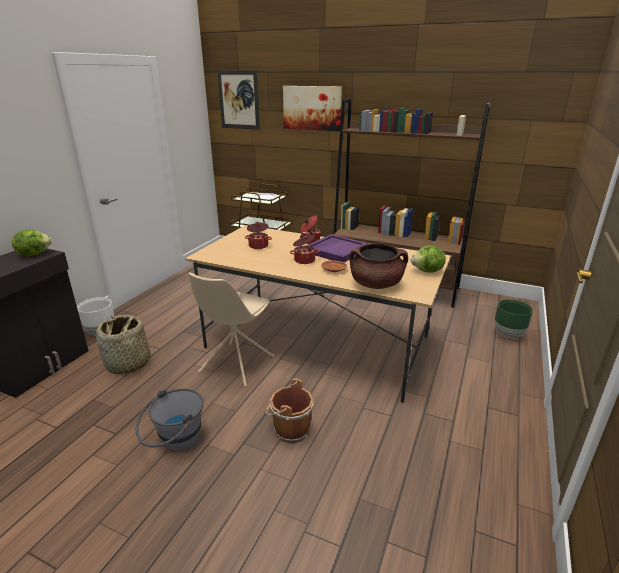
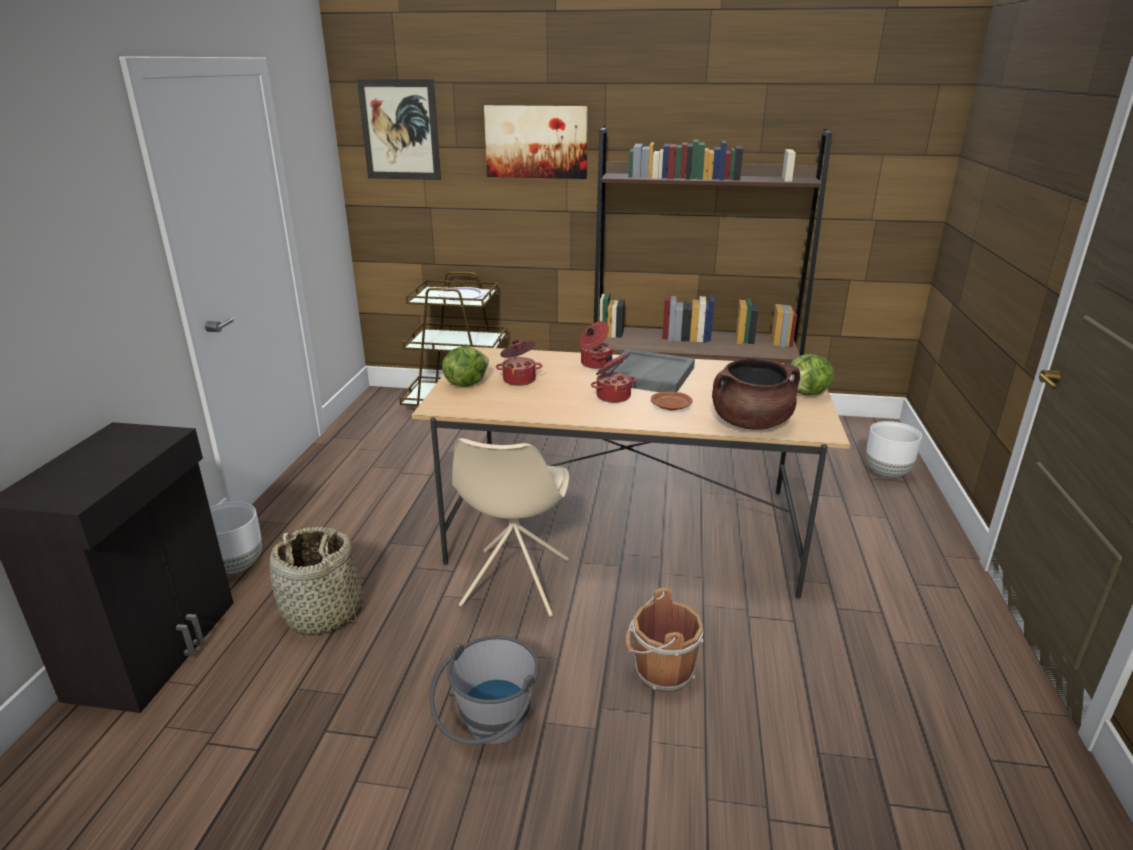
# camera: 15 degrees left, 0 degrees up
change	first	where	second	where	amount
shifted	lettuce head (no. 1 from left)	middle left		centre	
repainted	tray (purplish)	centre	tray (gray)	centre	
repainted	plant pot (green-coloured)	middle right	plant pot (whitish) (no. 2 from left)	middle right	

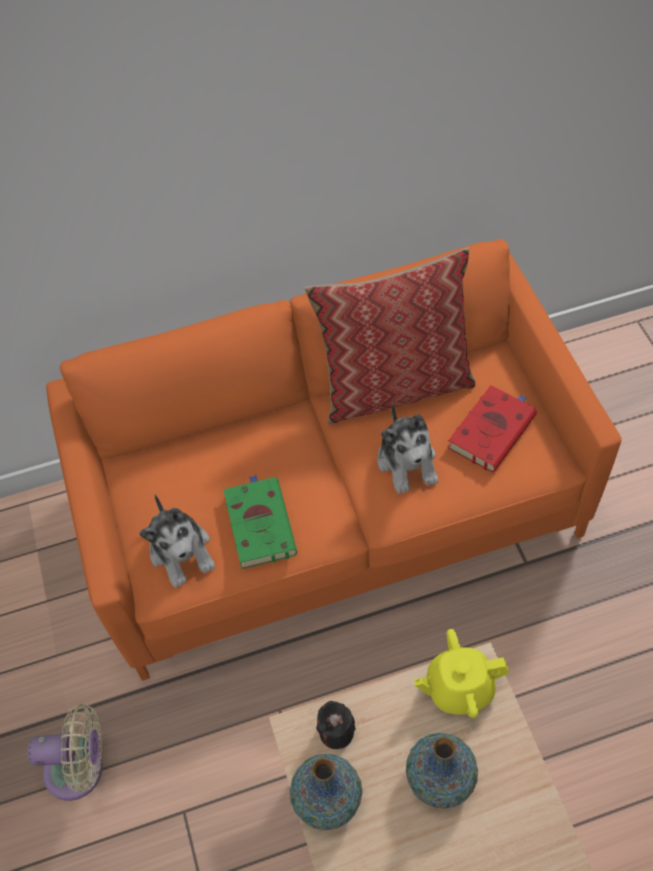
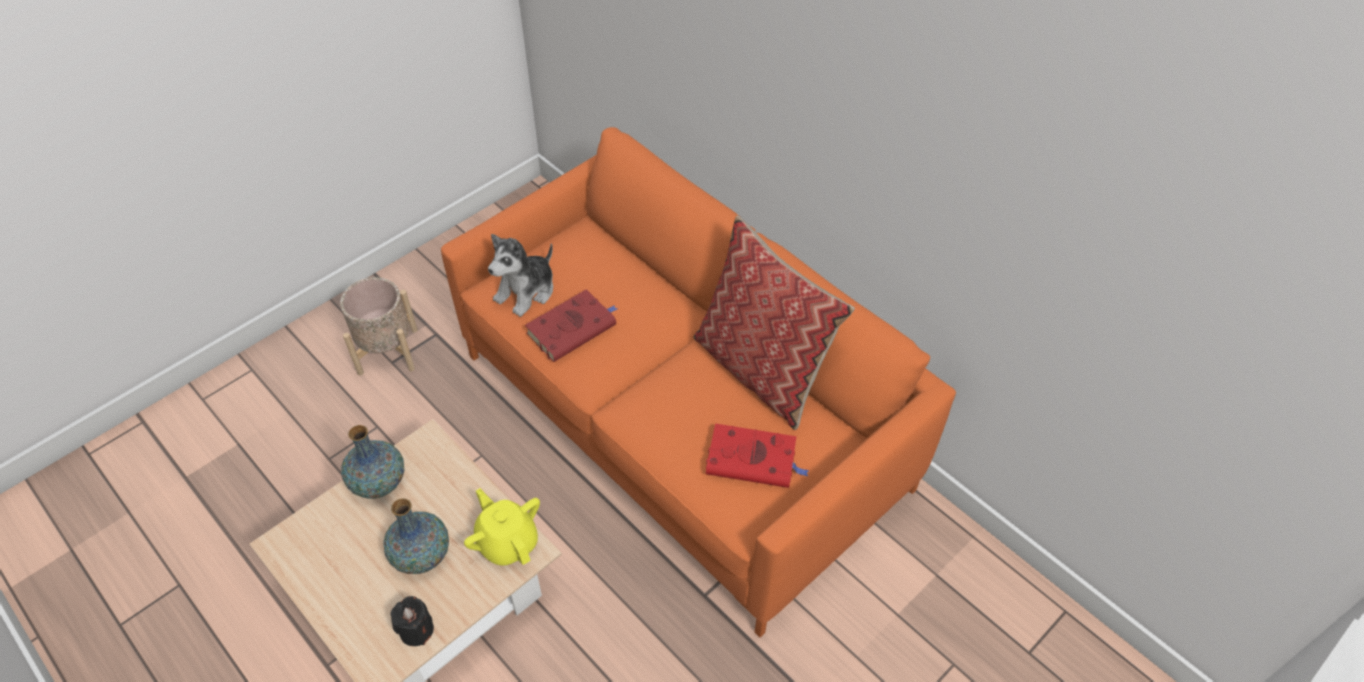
# camera: 60 degrees right, 5 degrees down
change	first	where	second	where	amount
gone	plush toy (no. 2 from left)	centre			
repainted	volume (green-coloured)	centre	volume (reddish) (no. 1 from left)	centre	
shifted	wax candle (black-coloured)	bottom centre		bottom left	
swapped	electric fan (beige-coloured)	bottom left	plant pot (beige-coloured)	middle left	

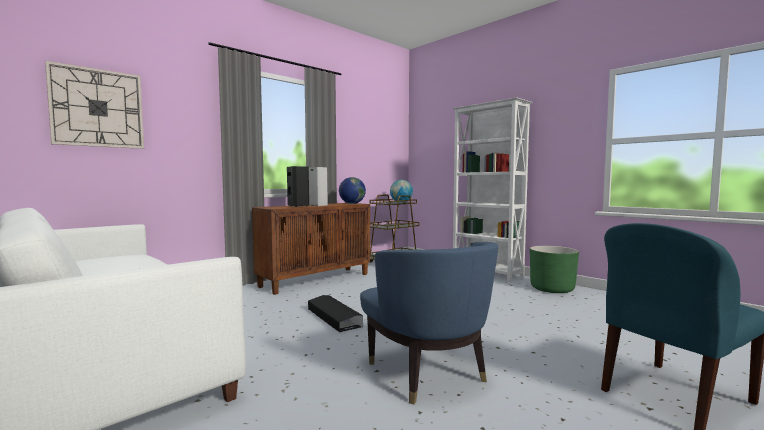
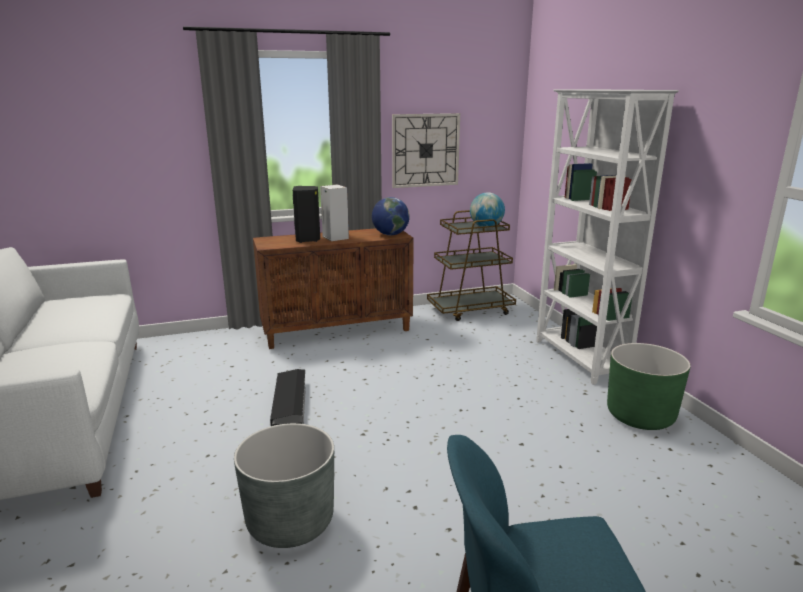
# camera: 25 degrees right, 15 degrees up
change	first	where	second	where	amount
shifted	hanging clock	top left		top centre	
swapped	easy chair (bluish)	bottom centre	plant pot (gray)	bottom centre	

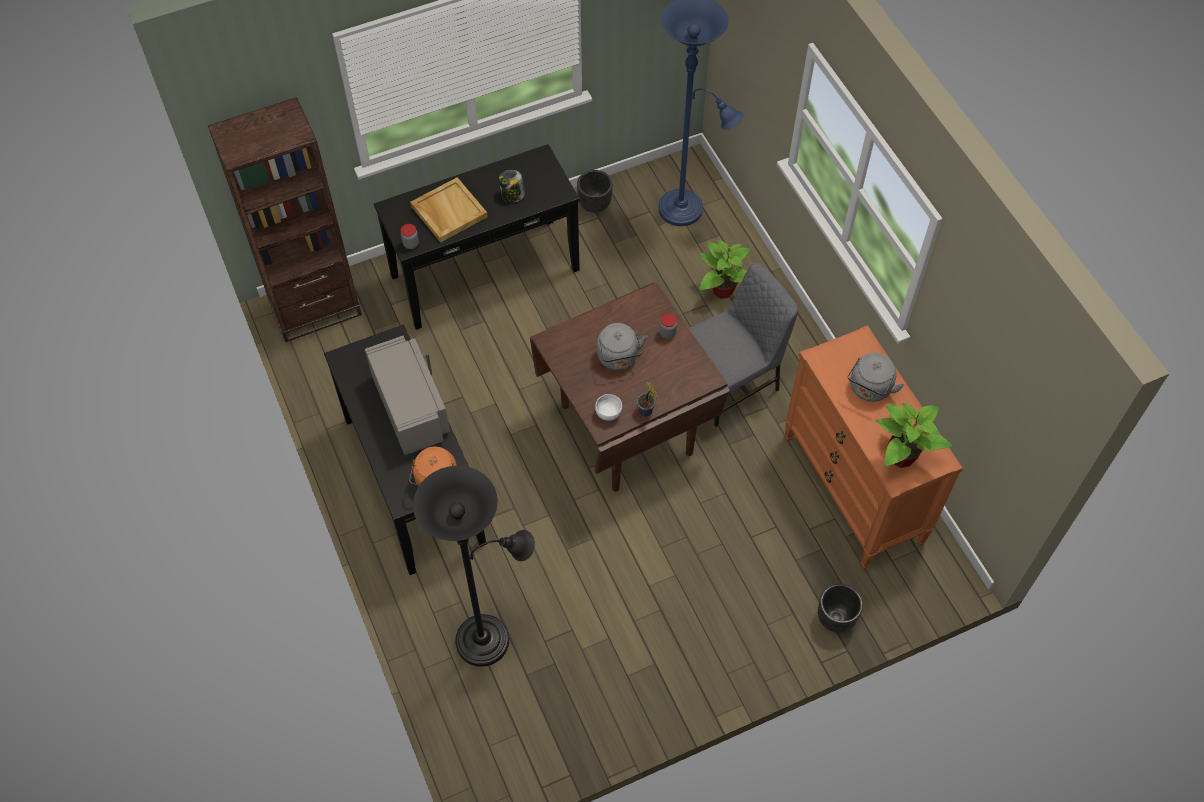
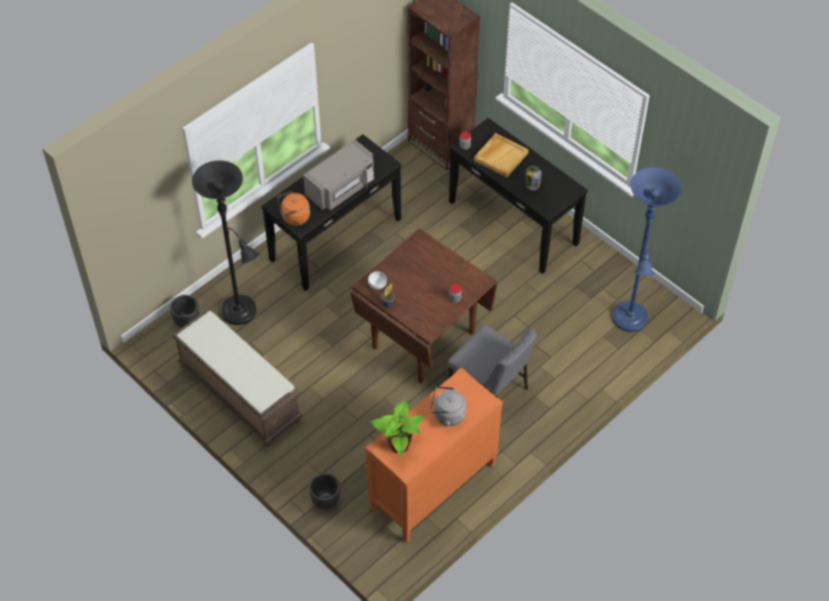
# camera: 70 degrees right, 5 degrees down
change	first	where	second	where	amount
shifted	plant pot (black-coloured) (no. 1 from left)	top centre		middle left	
gone	potted plant (no. 2 from left)	centre			
gone	tea kettle (gray) (no. 1 from left)	centre			
new			indoor bench (brown-coloured)	middle left	

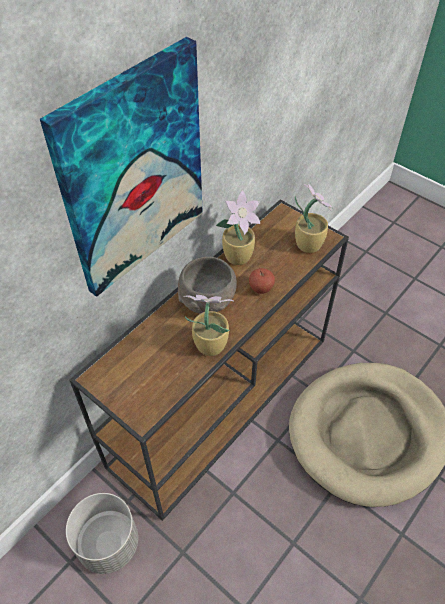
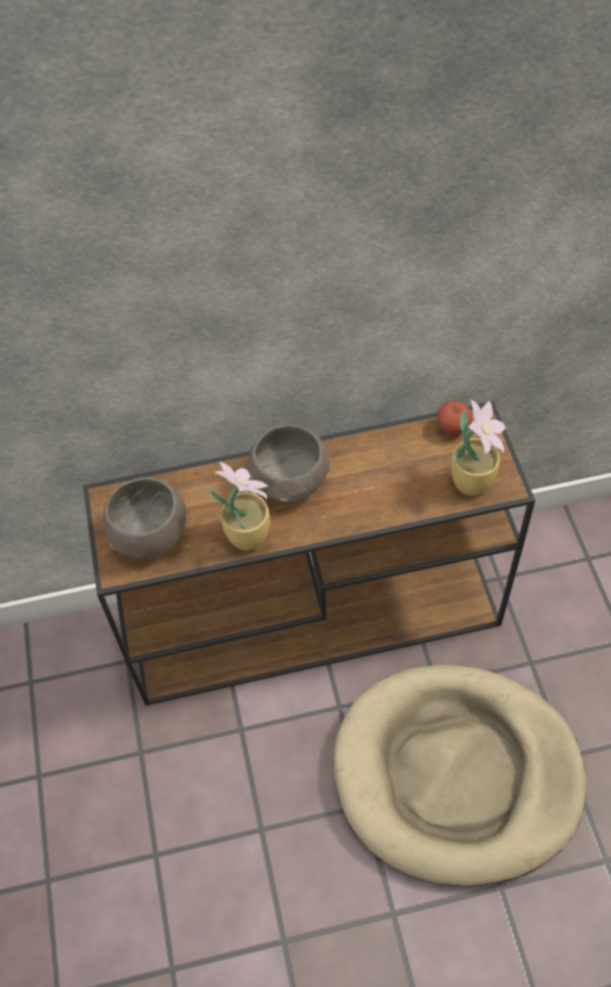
# camera: 40 degrees right, 5 degrees up
change	first	where	second	where	amount
gone	wall art	top left			
gone	potted plant (no. 2 from left)	centre			
shifted	apple fruit	centre		middle right	
gone	plant pot (gray)	bottom left			
new			serving bowl (gray) (no. 1 from left)	middle left	

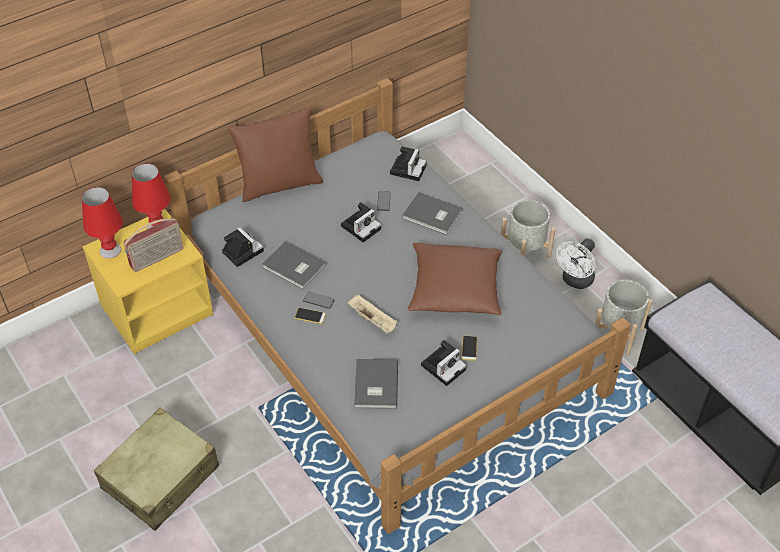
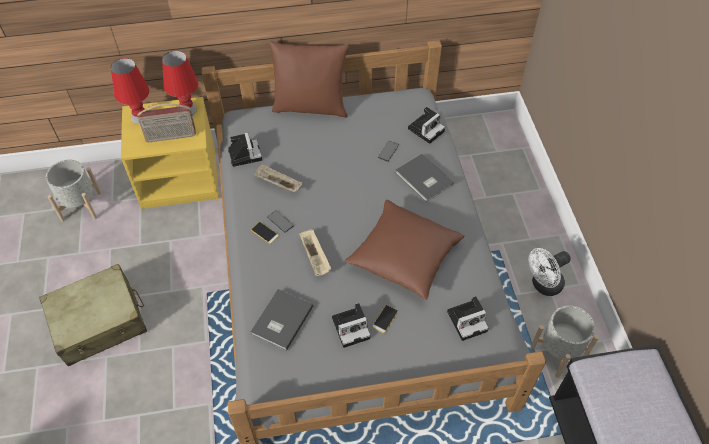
# camera: 25 degrees right, 5 degrees up
change	first	where	second	where	amount
shifted	plant pot (gray) (no. 1 from left)	middle right		middle left	
shifted	still camera (no. 2 from left in the first image)	centre	still camera (no. 4 from left)	bottom centre	
swapped	volume (gray) (no. 1 from left)	centre	tray (beige-coloured) (no. 1 from left)	centre	

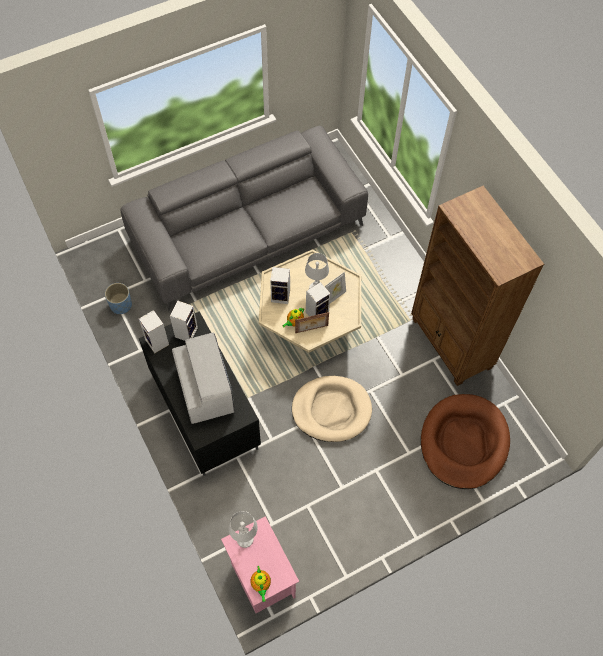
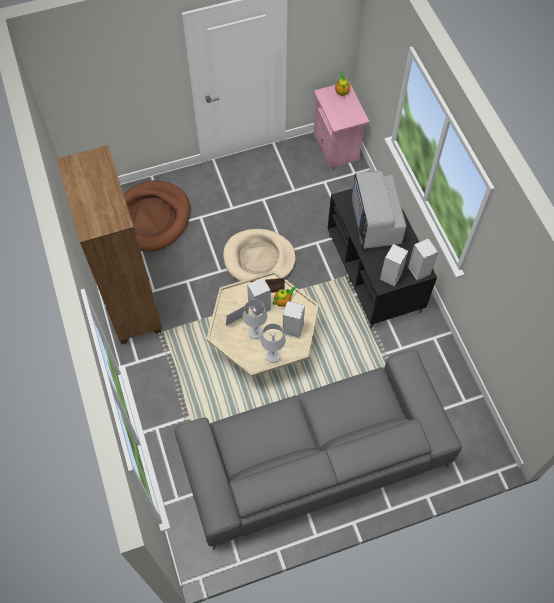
# camera: 170 degrees left, 0 degrees up
change	first	where	second	where	amount
gone	plant pot (bluish)	middle left			
shifted	tabletop lamp (whitish) (no. 1 from left in the first image)	bottom centre	tabletop lamp (whitish) (no. 2 from left)	centre	

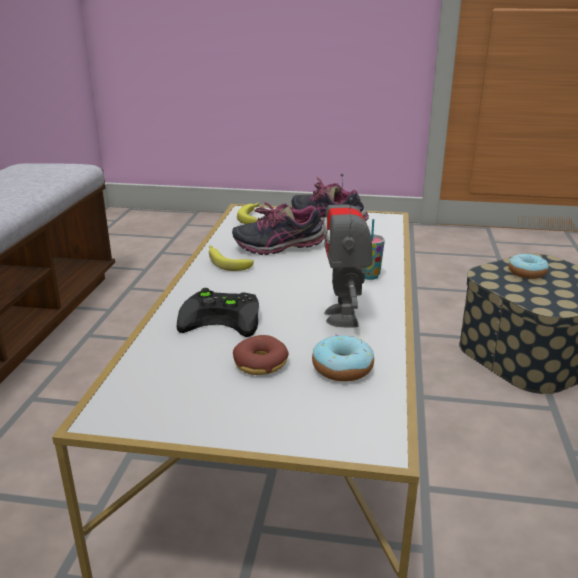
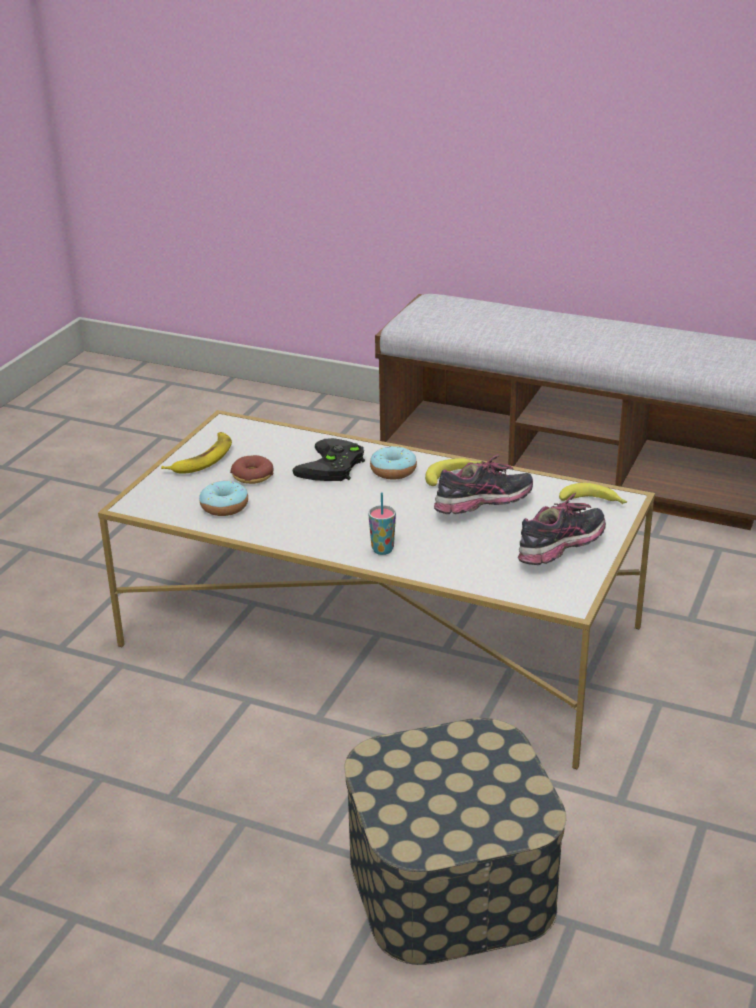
# camera: 105 degrees right, 5 degrees up
change	first	where	second	where	amount
gone	model robot	centre			
rotated	low shoe (no. 1 from left)	centre		centre	60 degrees clockwise
shifted	donut (no. 3 from left)	middle right		centre	
new			whole banana (no. 1 from left)	middle left	

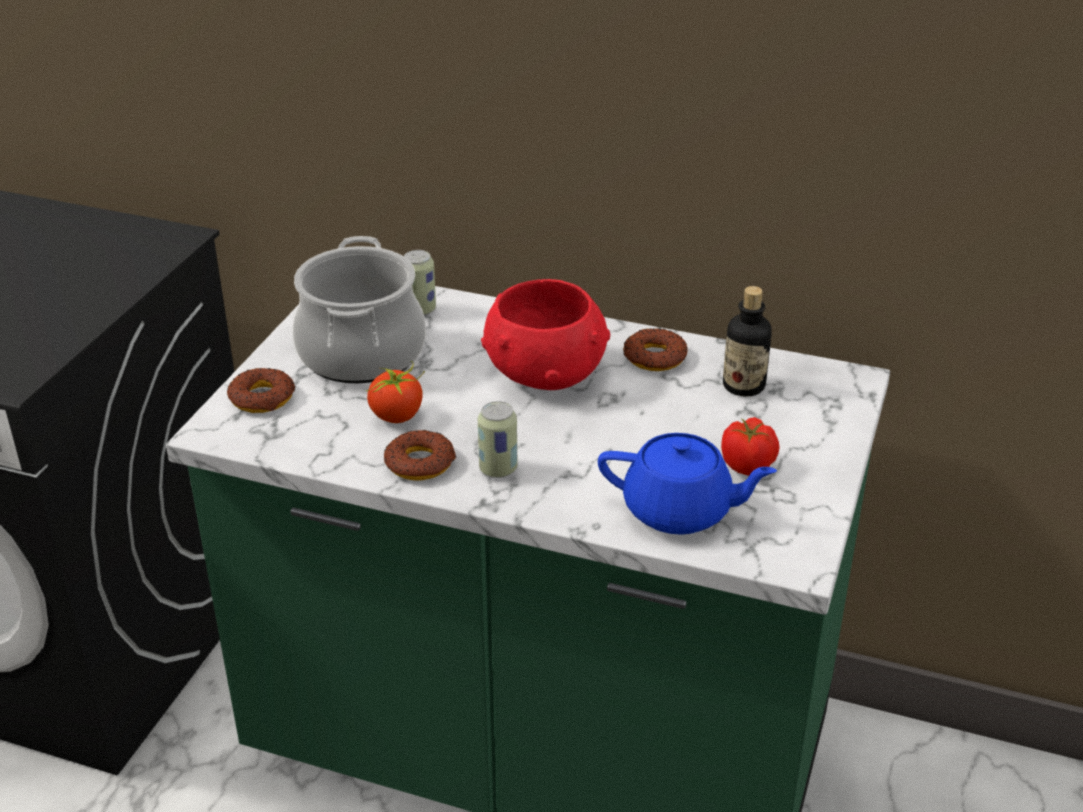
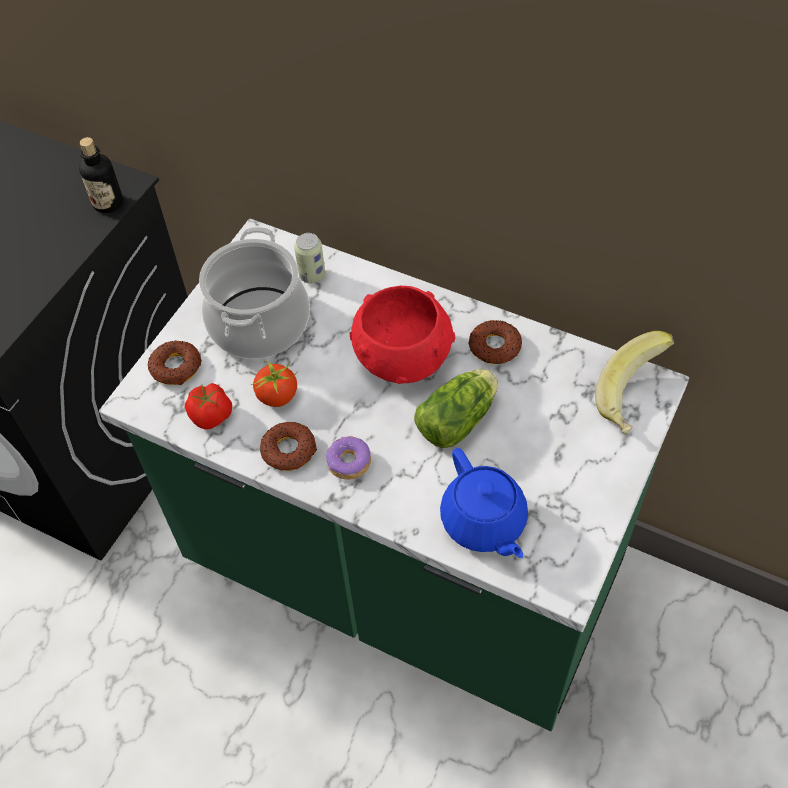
# camera: 10 degrees right, 20 degrees up
change	first	where	second	where	amount
shifted	bottle	middle right		top left	
swapped	sealed can (no. 2 from left)	centre	donut (no. 3 from left)	centre	
shifted	whole tomato (no. 2 from left in the first image)	middle right	whole tomato (no. 1 from left)	middle left	
rotated	tea pot (bluish)	centre		centre	45 degrees clockwise
new			whole banana	middle right	
new			lettuce head	centre	

